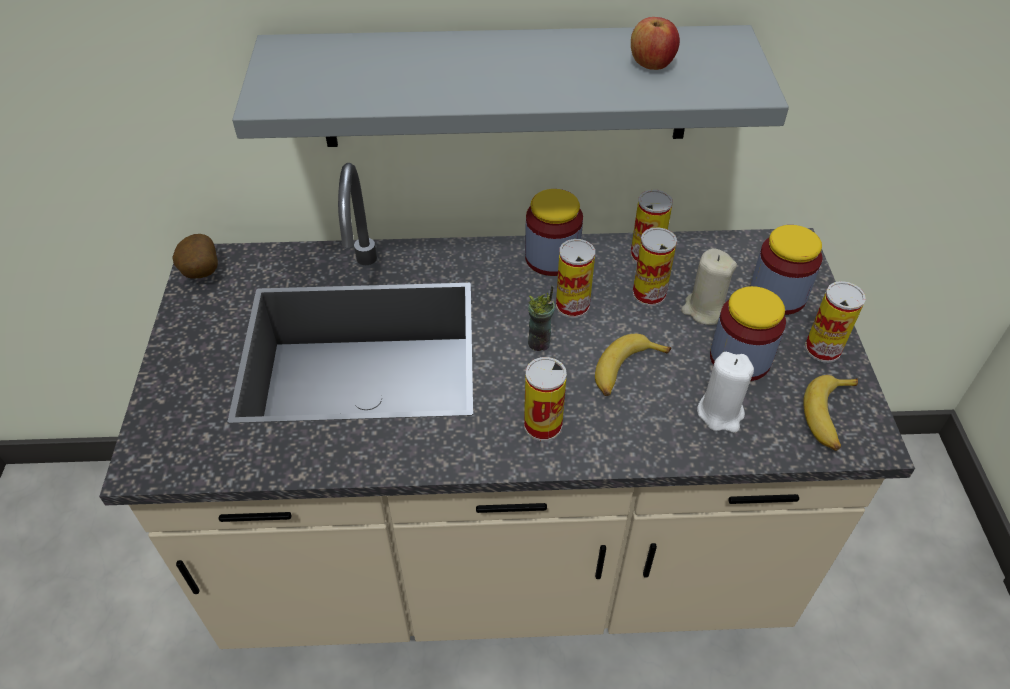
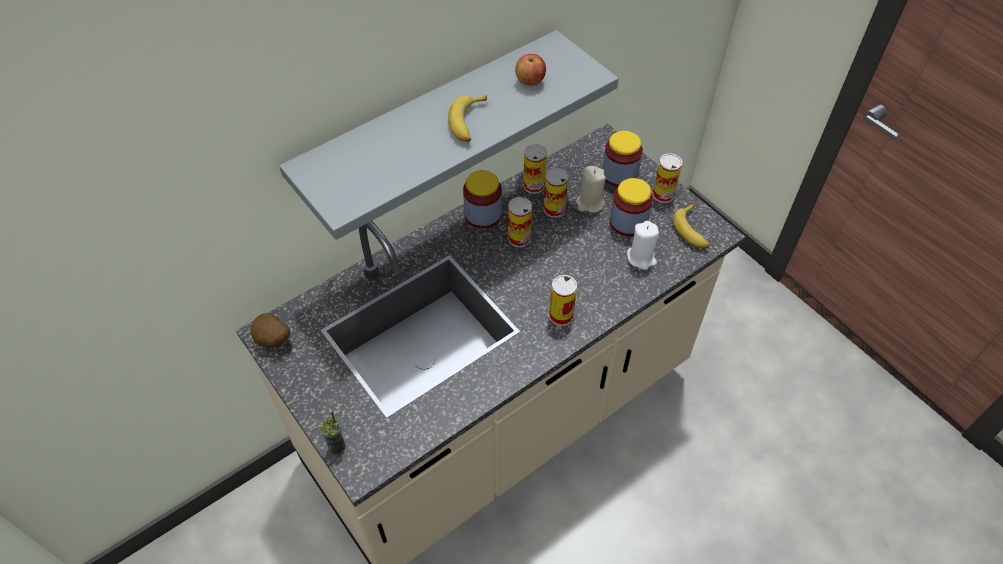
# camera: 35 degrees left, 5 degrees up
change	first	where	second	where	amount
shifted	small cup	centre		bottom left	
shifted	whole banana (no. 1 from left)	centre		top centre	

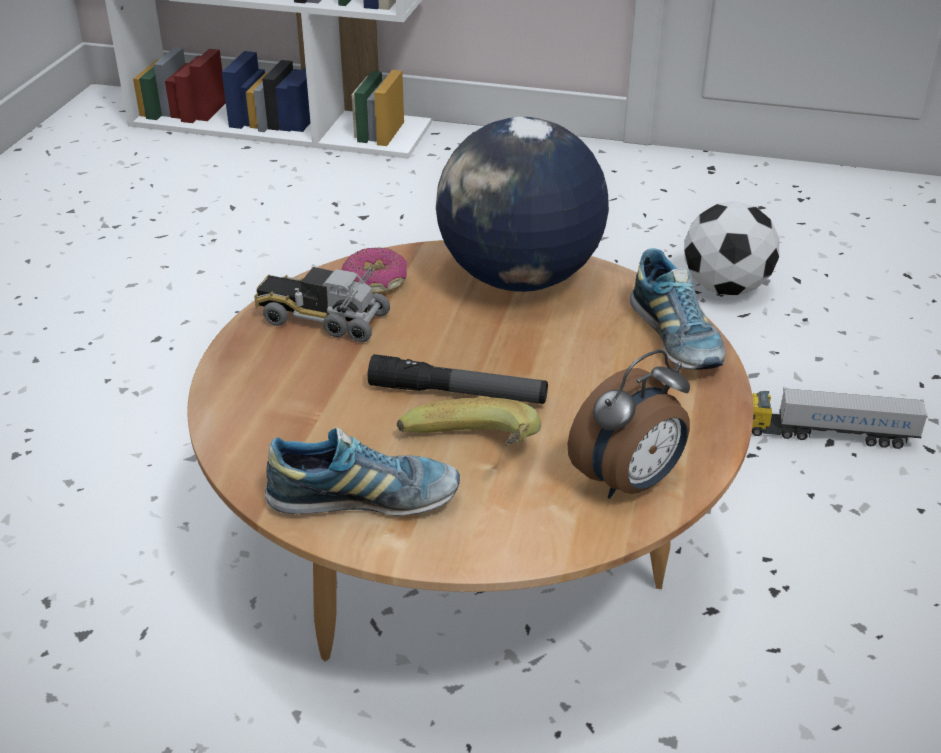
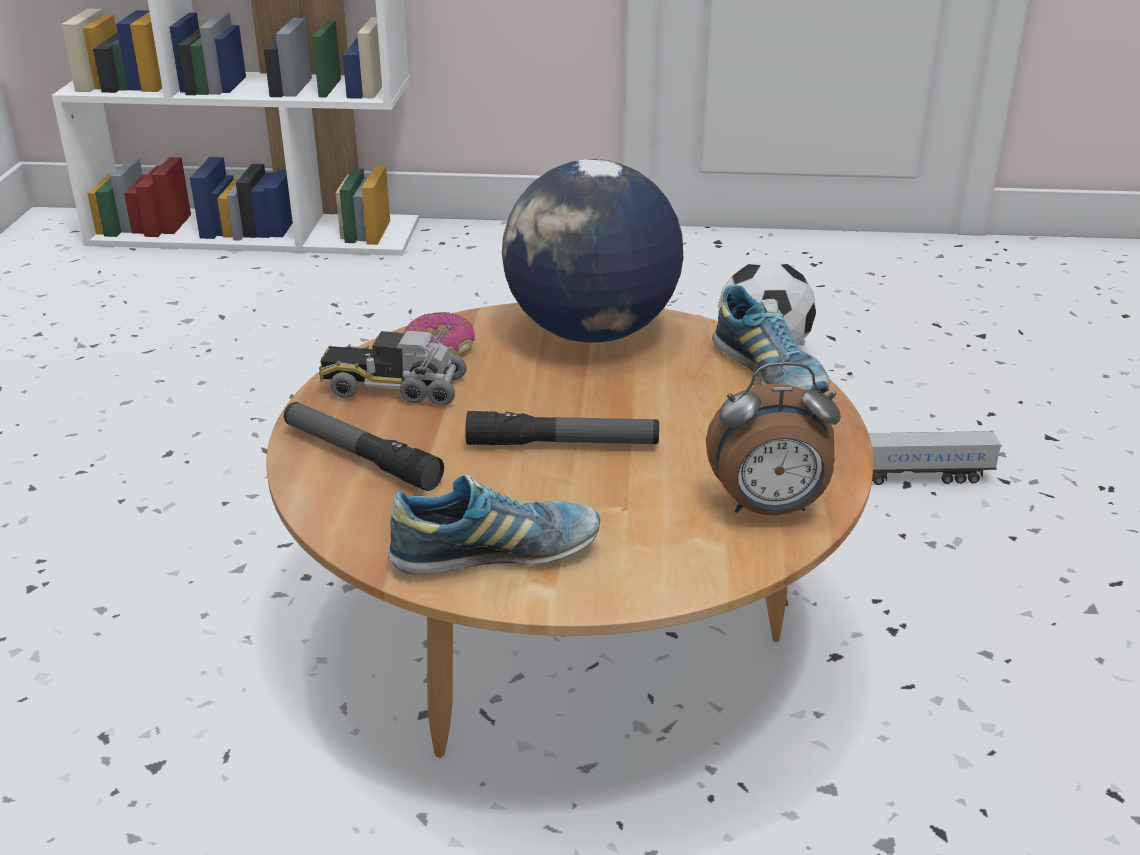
# camera: 10 degrees left, 5 degrees down
change	first	where	second	where	amount
rotated	bedside clock	middle right		middle right	45 degrees clockwise
gone	whole banana	centre			
new			flashlight (no. 1 from left)	middle left	

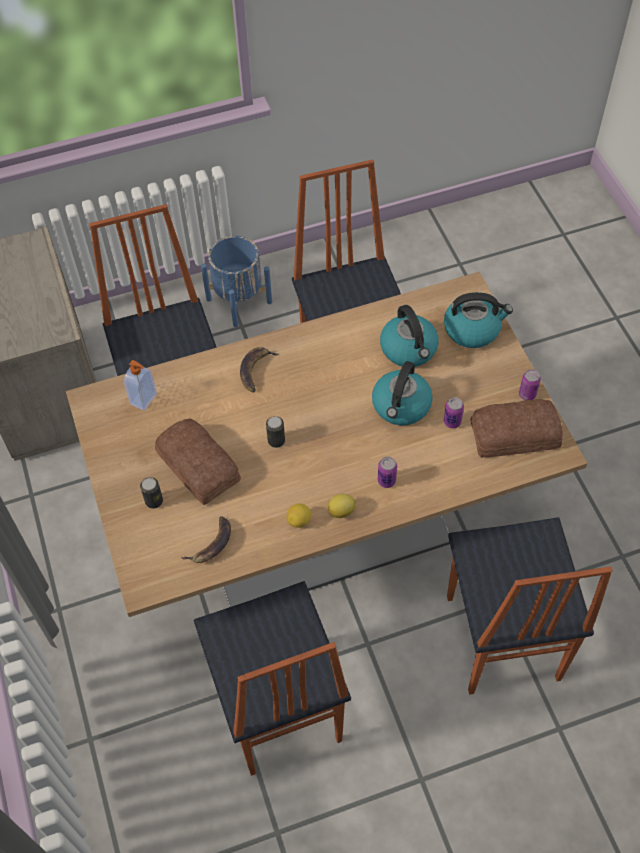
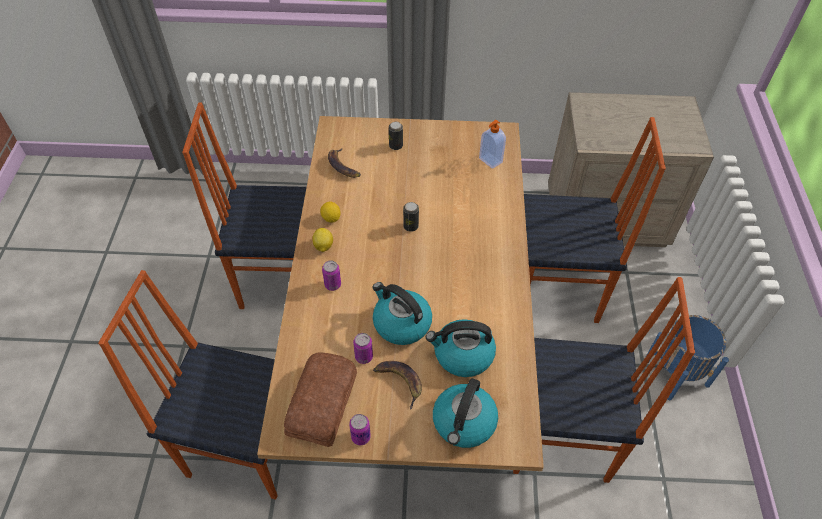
# camera: 110 degrees right, 5 degrees down
change	first	where	second	where	amount
shifted	whole banana (no. 2 from left)	centre		bottom centre	
gone	bakery bread (no. 1 from left)	middle left			

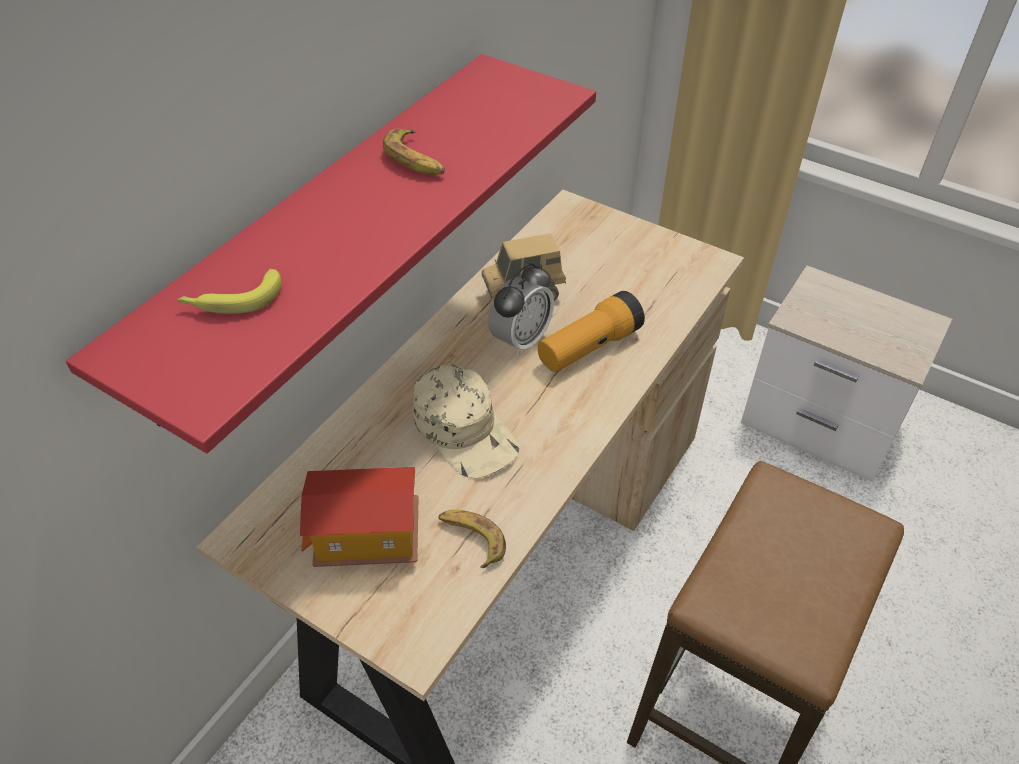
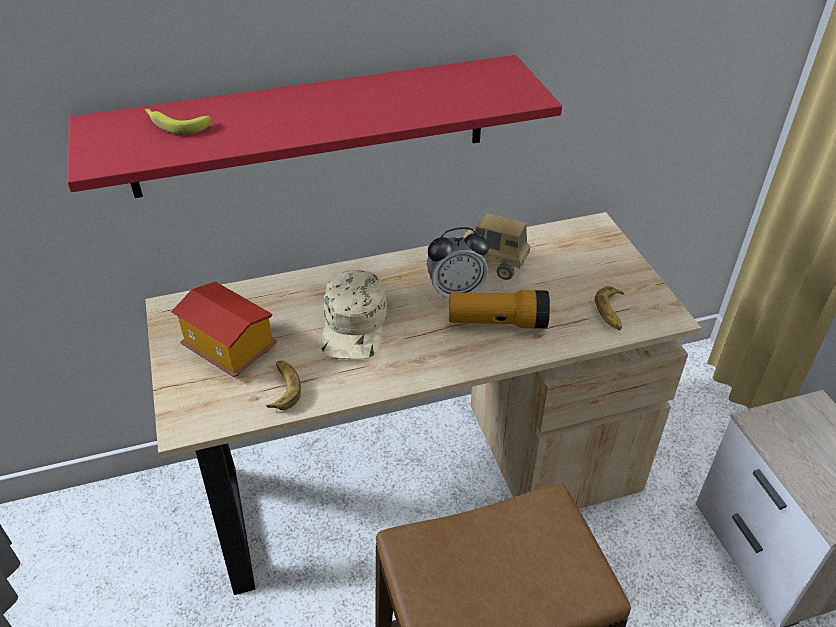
# camera: 40 degrees right, 5 degrees down
change	first	where	second	where	amount
shifted	whole banana (no. 2 from left in the first image)	top centre	whole banana (no. 3 from left)	middle right	

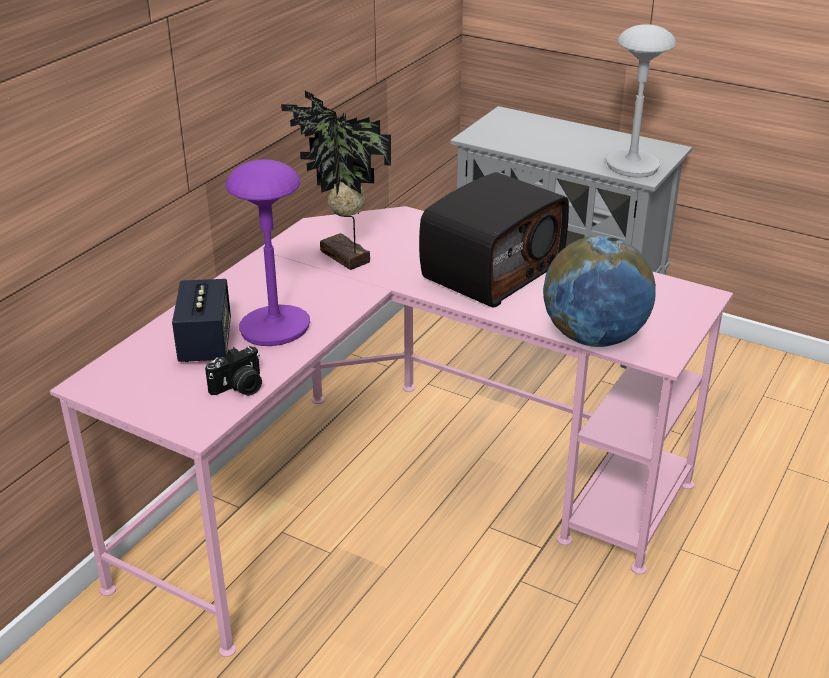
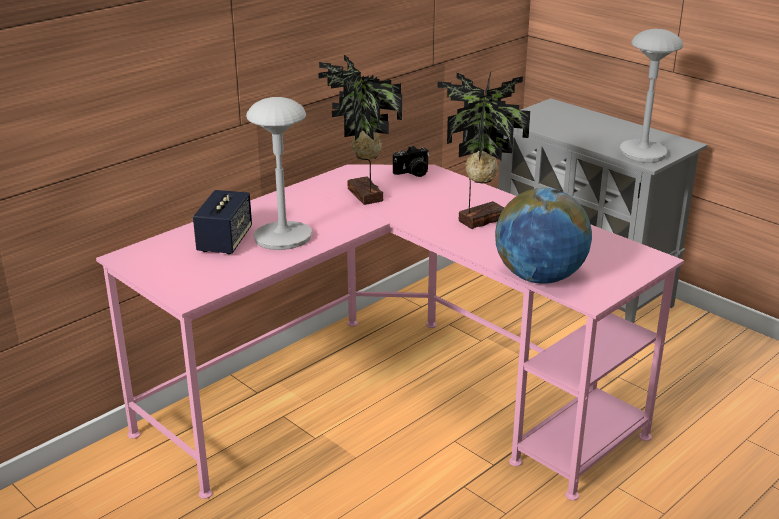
# camera: 15 degrees right, 5 degrees down
change	first	where	second	where	amount
repainted	tabletop lamp (purplish)	middle left	tabletop lamp (gray) (no. 1 from left)	centre	
swapped	radio set	centre	potted plant (no. 2 from left)	top centre	
shifted	still camera	middle left		top centre	

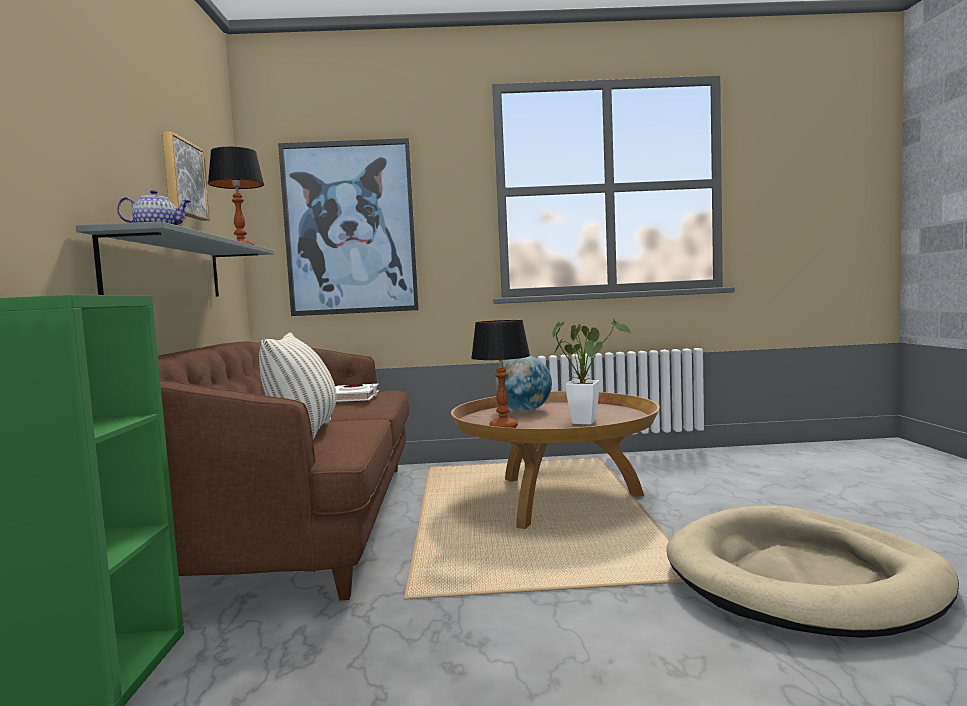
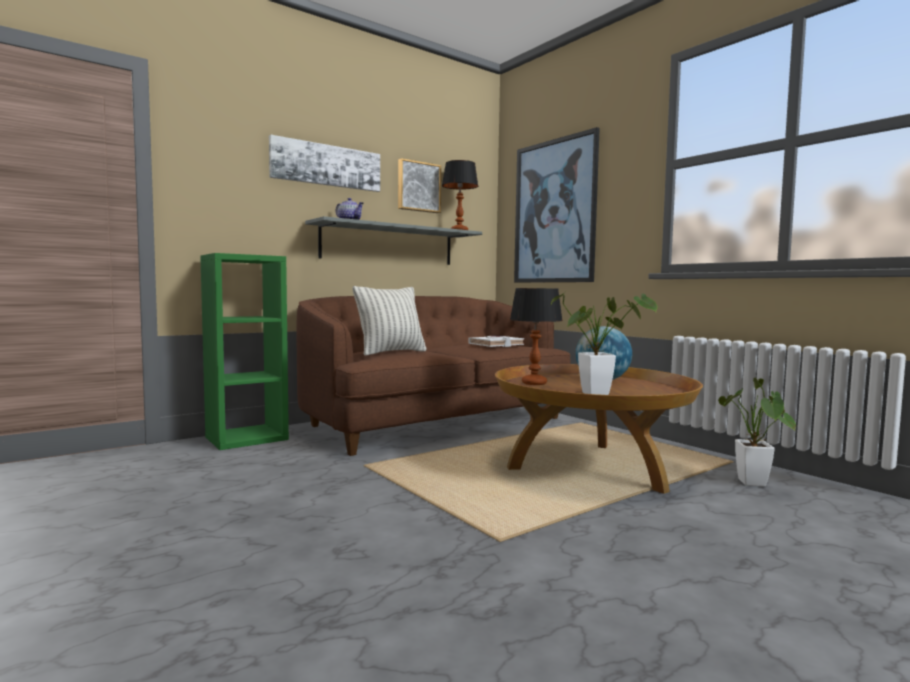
# camera: 55 degrees right, 0 degrees up
change	first	where	second	where	amount
gone	pet bed (beige-coloured)	bottom right			
new			wall art (no. 1 from left)	top centre	
new			potted plant (no. 2 from left)	middle right	

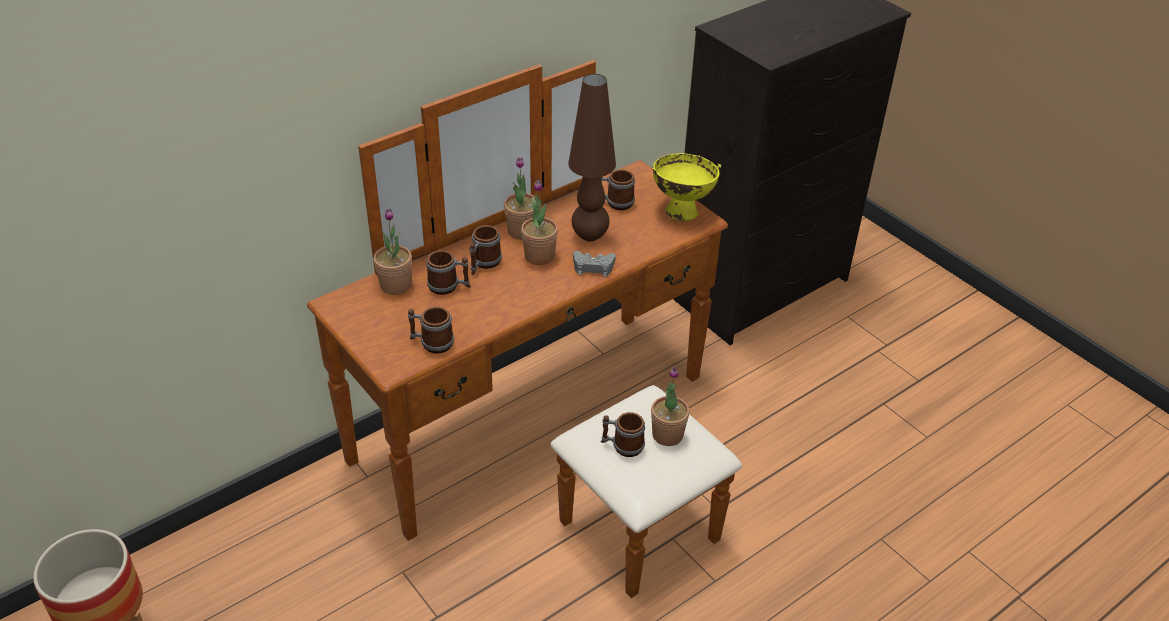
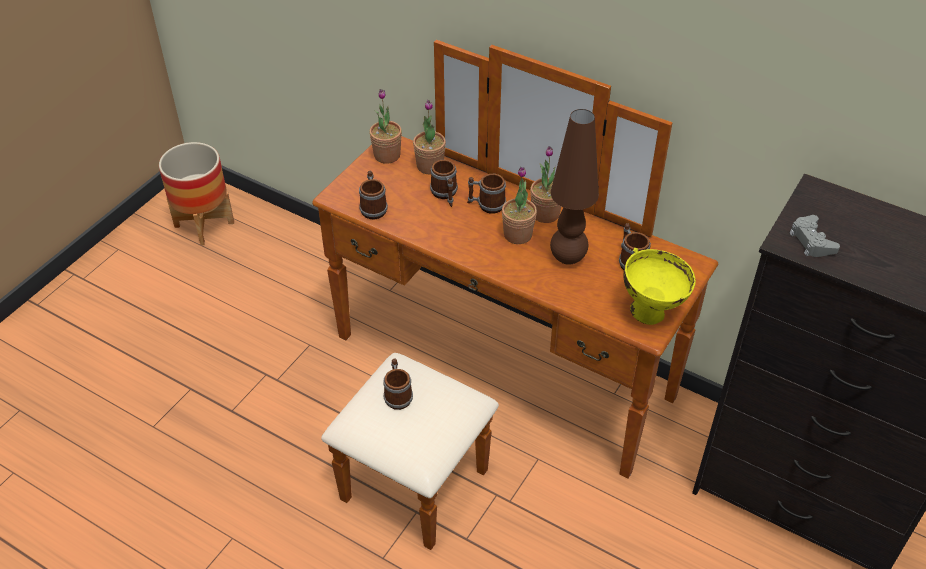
# camera: 70 degrees right, 5 degrees up
change	first	where	second	where	amount
shifted	joypad (gray)	centre		middle right	
shifted	potted plant (no. 4 from left in the first image)	centre	potted plant (no. 1 from left)	top centre	

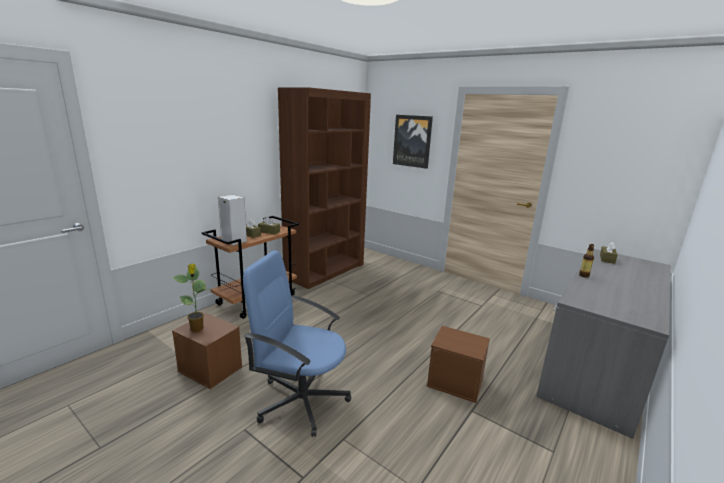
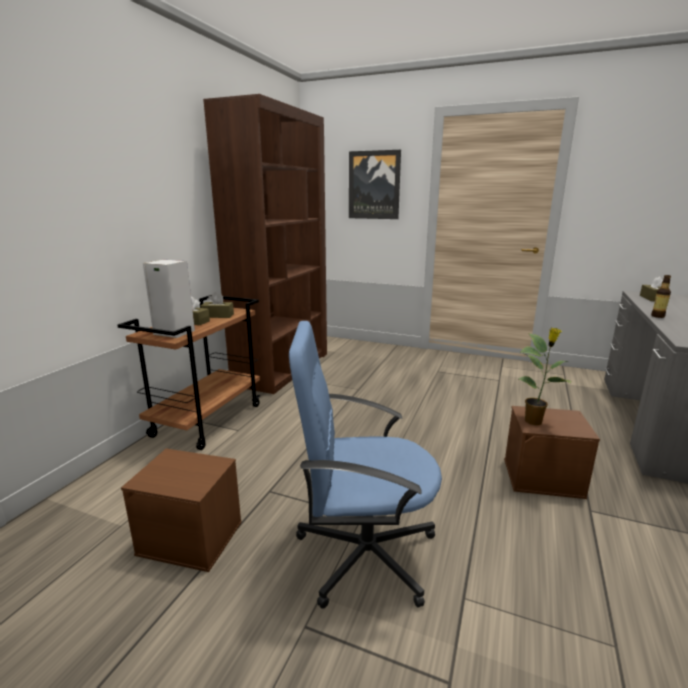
# camera: 15 degrees left, 0 degrees up
change	first	where	second	where	amount
shifted	potted plant	middle left		middle right	

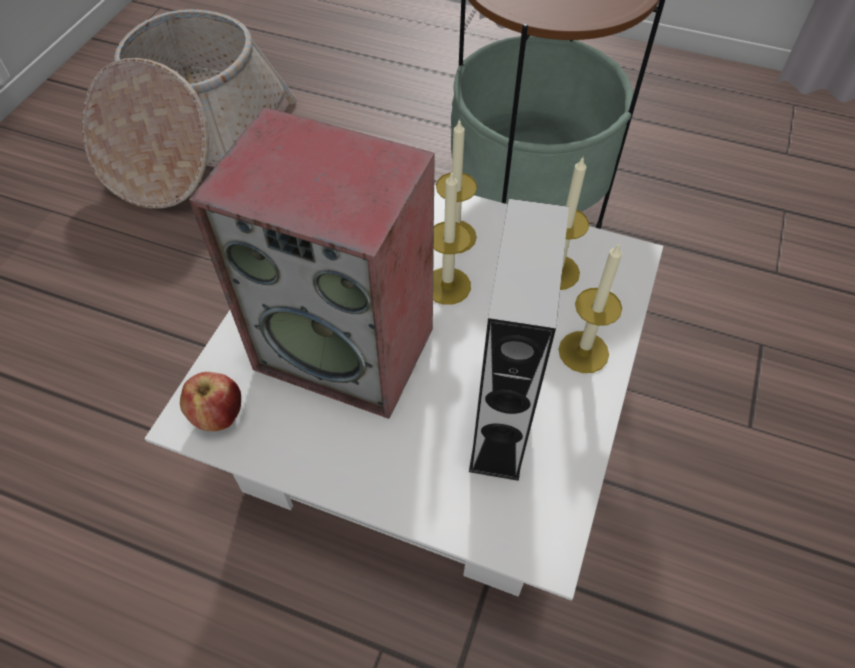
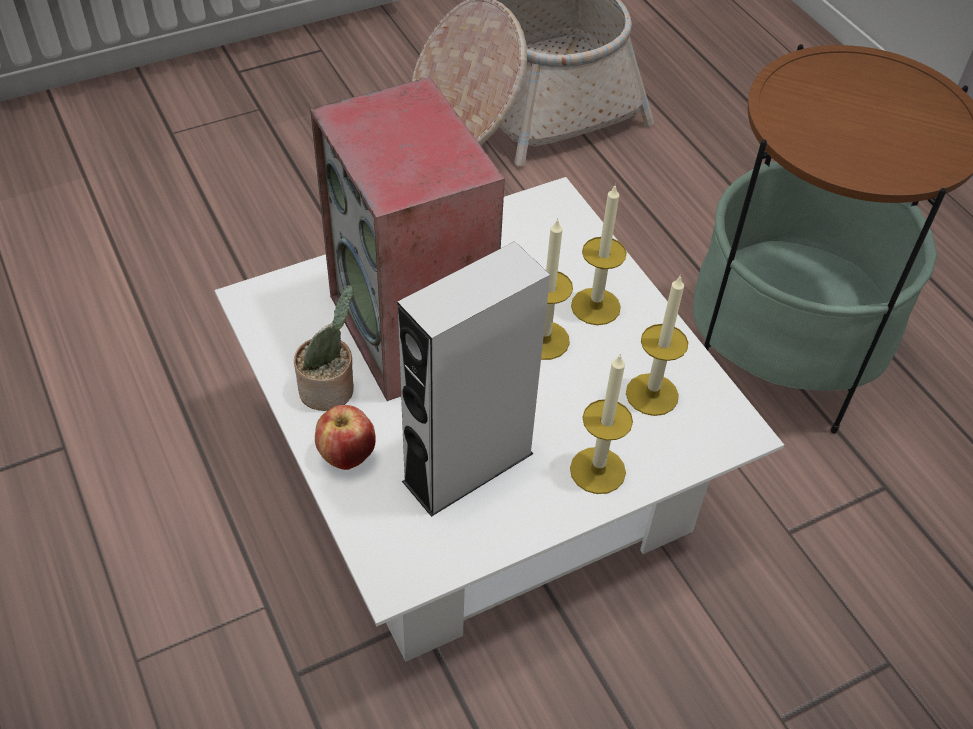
# camera: 40 degrees right, 5 degrees down
change	first	where	second	where	amount
shifted	apple fruit	middle left		centre	
new			potted plant	middle left	

